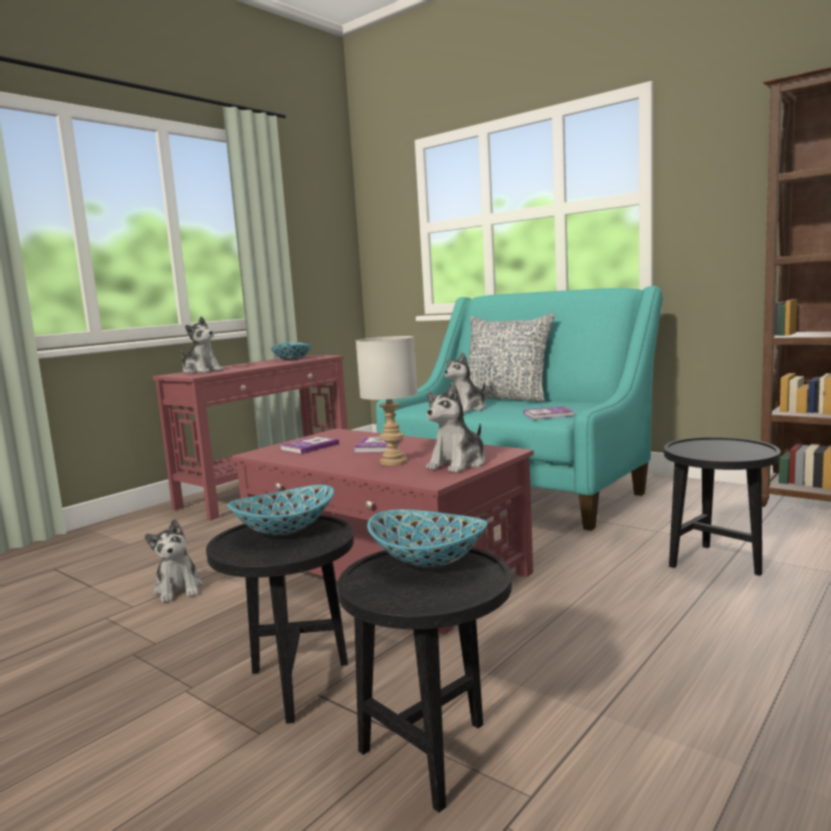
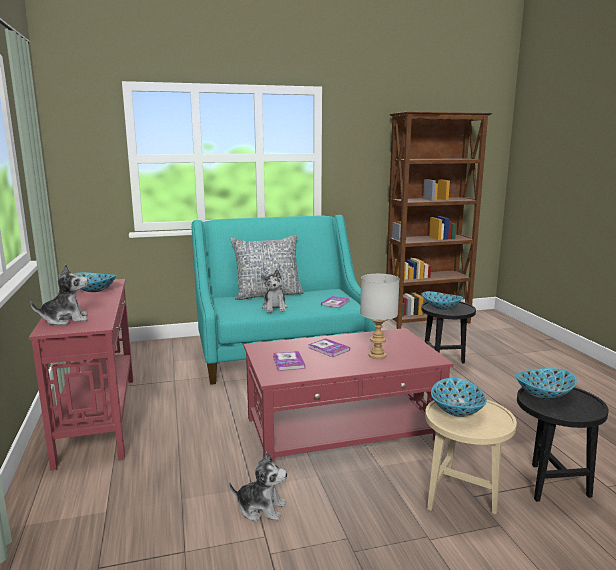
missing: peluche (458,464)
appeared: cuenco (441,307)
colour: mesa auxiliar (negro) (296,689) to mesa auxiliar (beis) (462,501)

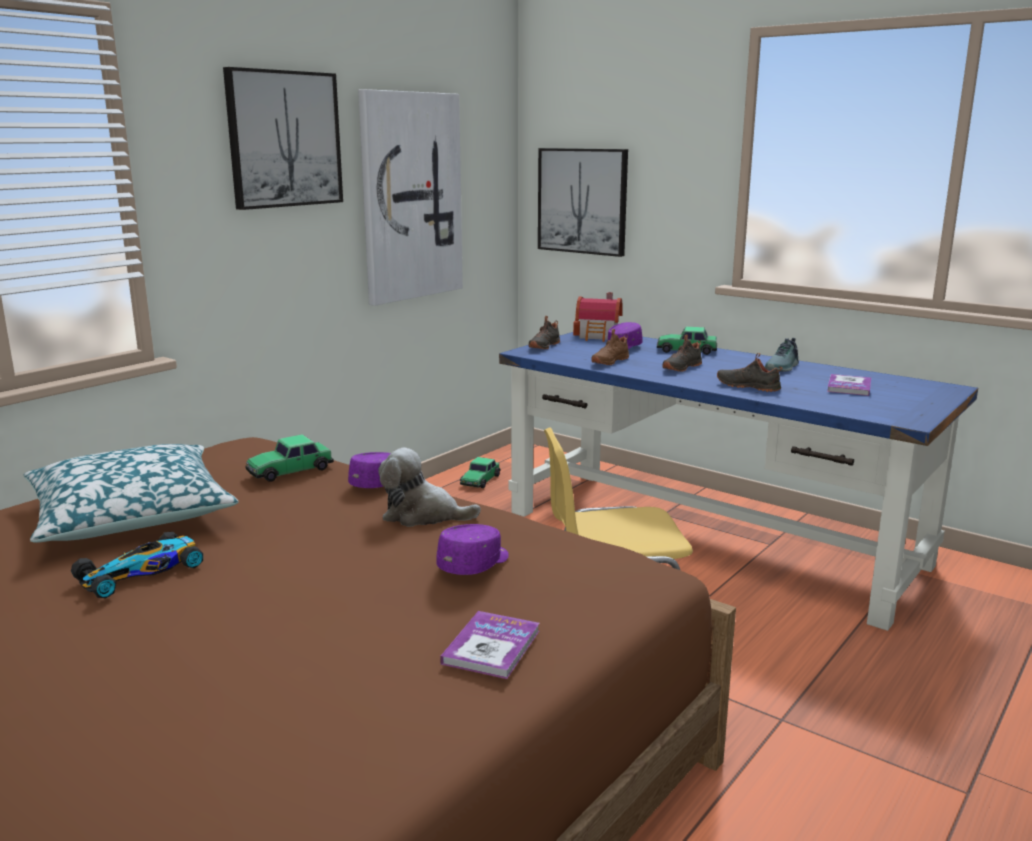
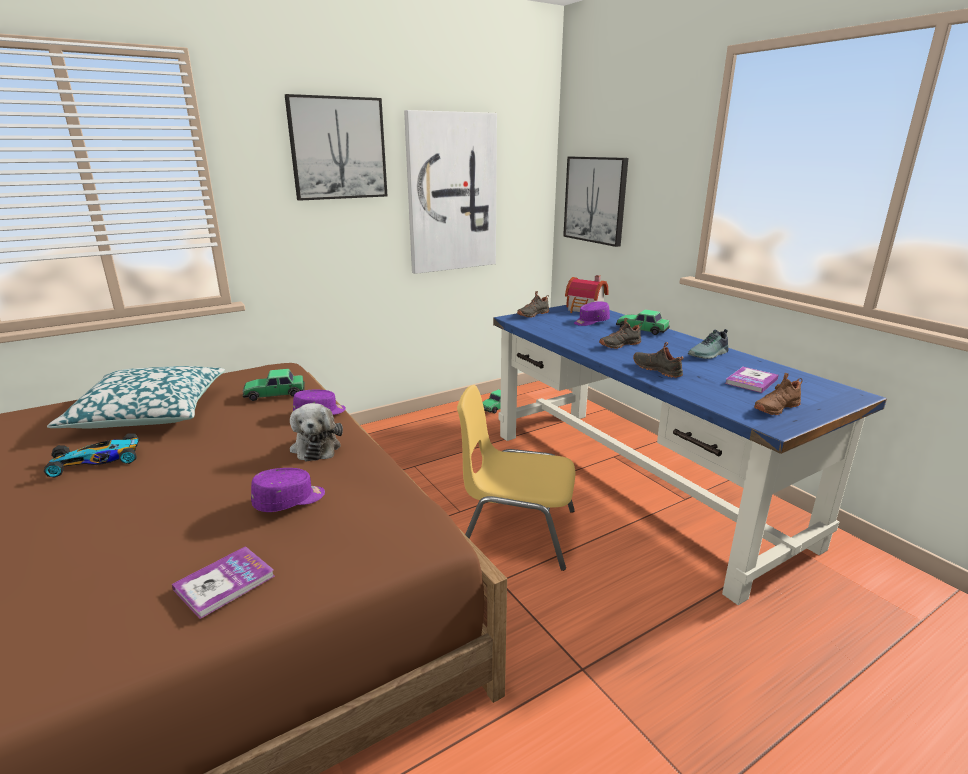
relocated: zapato (marrón) (609,361) to (775,407)
spun: peluche (423,515) = (316,446) 135 degrees counterclockwise

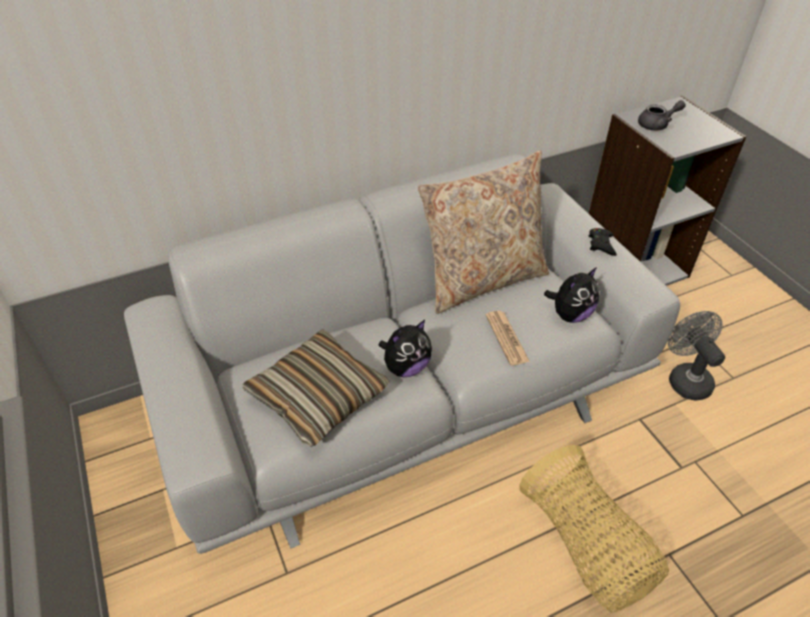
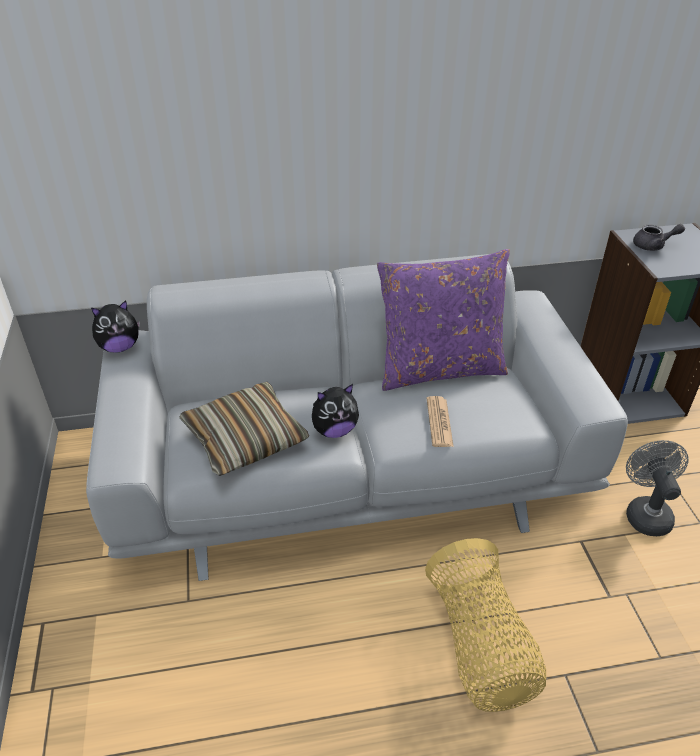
missing: mando de consola (negro) (601,244)
relocated: peluche (570,314) to (120,347)
colour: cojín (beis) (482,279) to cojín (morado) (440,368)

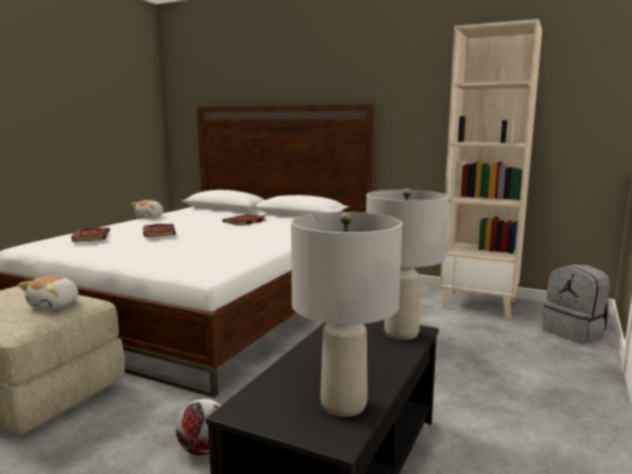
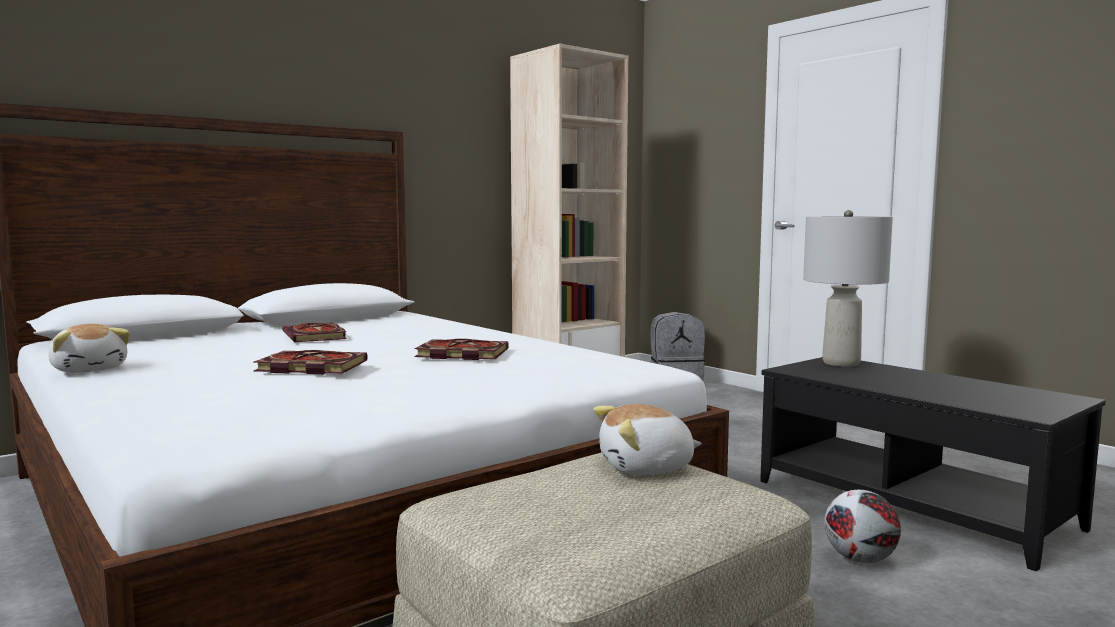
missing: lámpara de mesa (gris) (344,404)
relocated: libro (90,236) to (459,354)
spun: peluche (55,305) = (647,468) 120 degrees clockwise

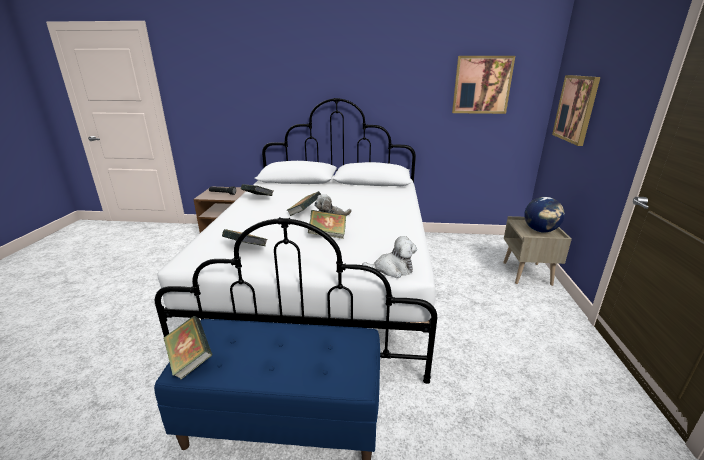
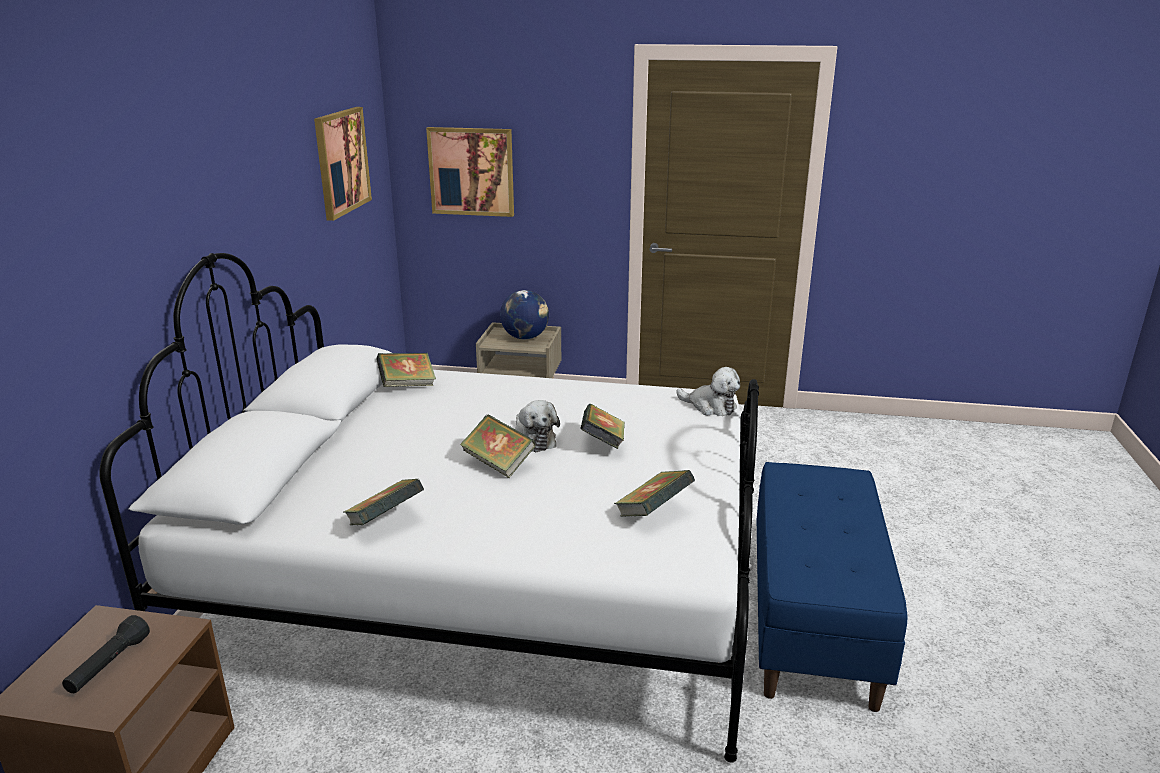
relocated: libro (190,359) to (407,385)
spun: peluche (392,269) = (710,406) 120 degrees clockwise

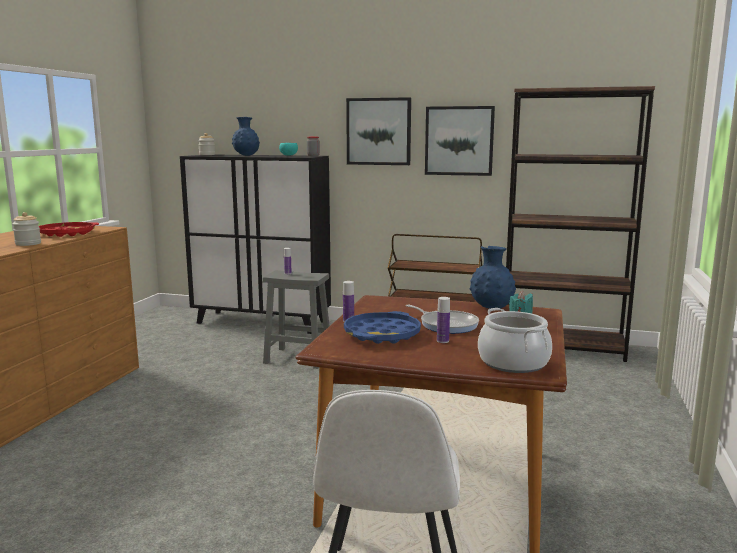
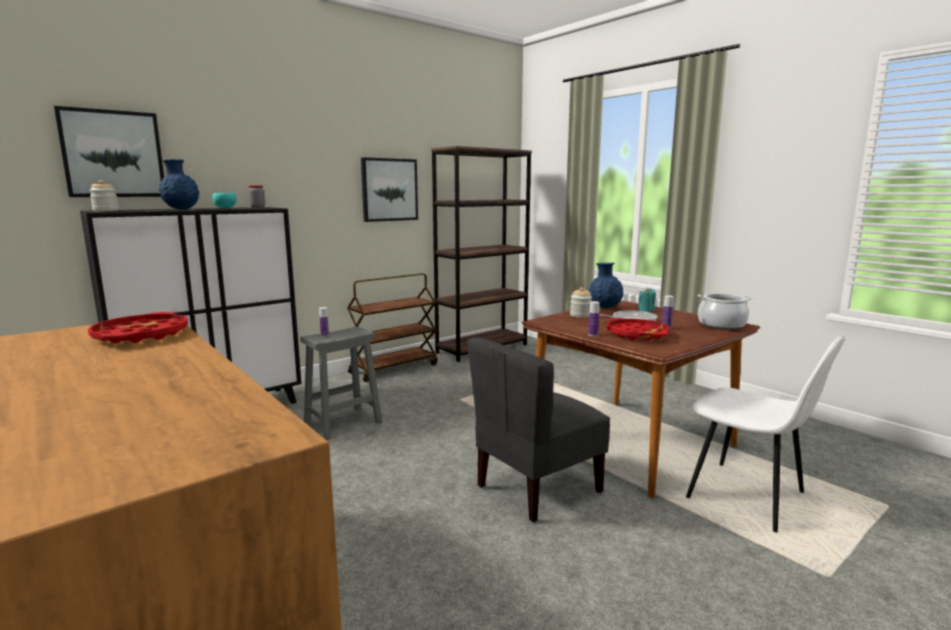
appeared: silla (gris) (537,488)
relocated: cuadro (379,131) to (113,154); tarro (28,244) to (580,315)
colour: bandeja (azul) (382,334) to bandeja (rojo) (637,334)

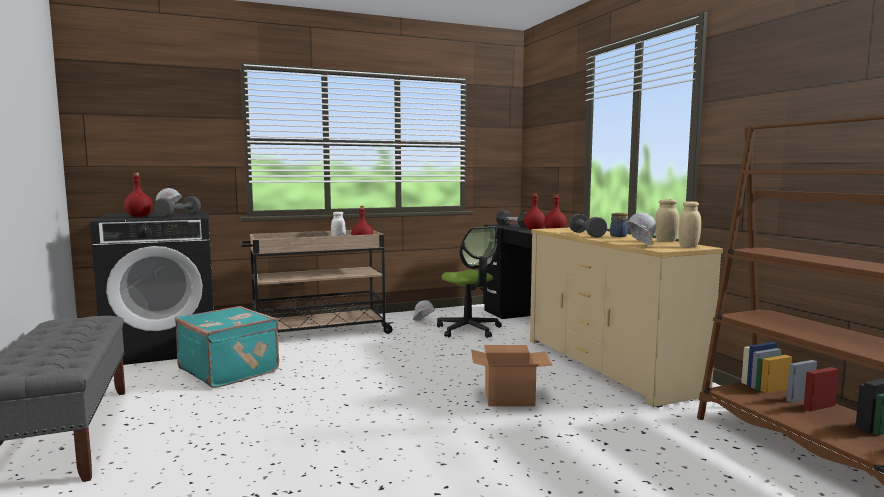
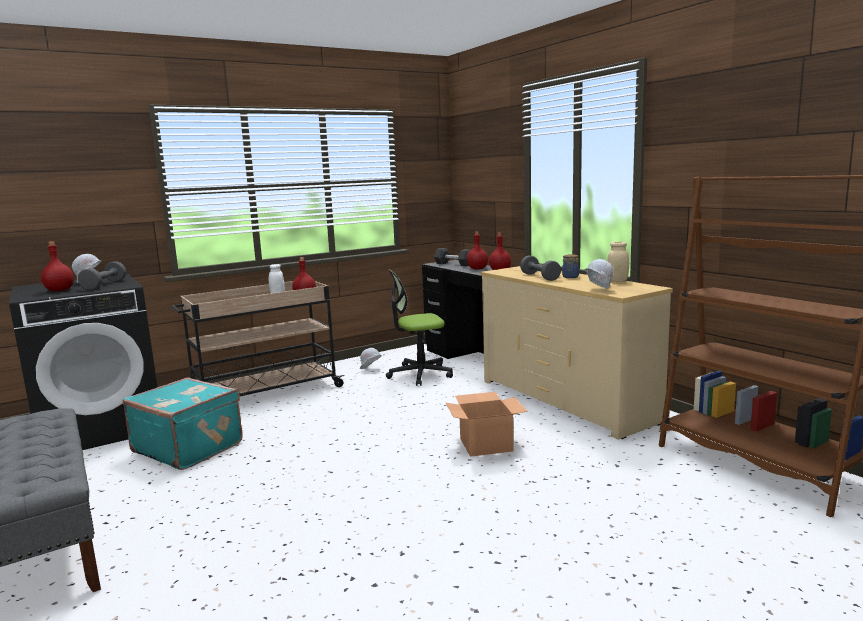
missing: tarro (beis) (688,246)
spun: silla de oficina (469,329) = (419,374) 120 degrees clockwise

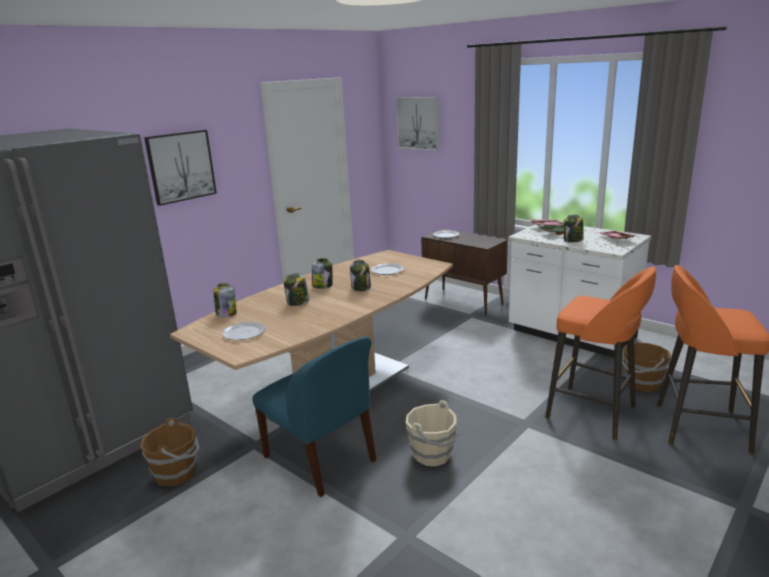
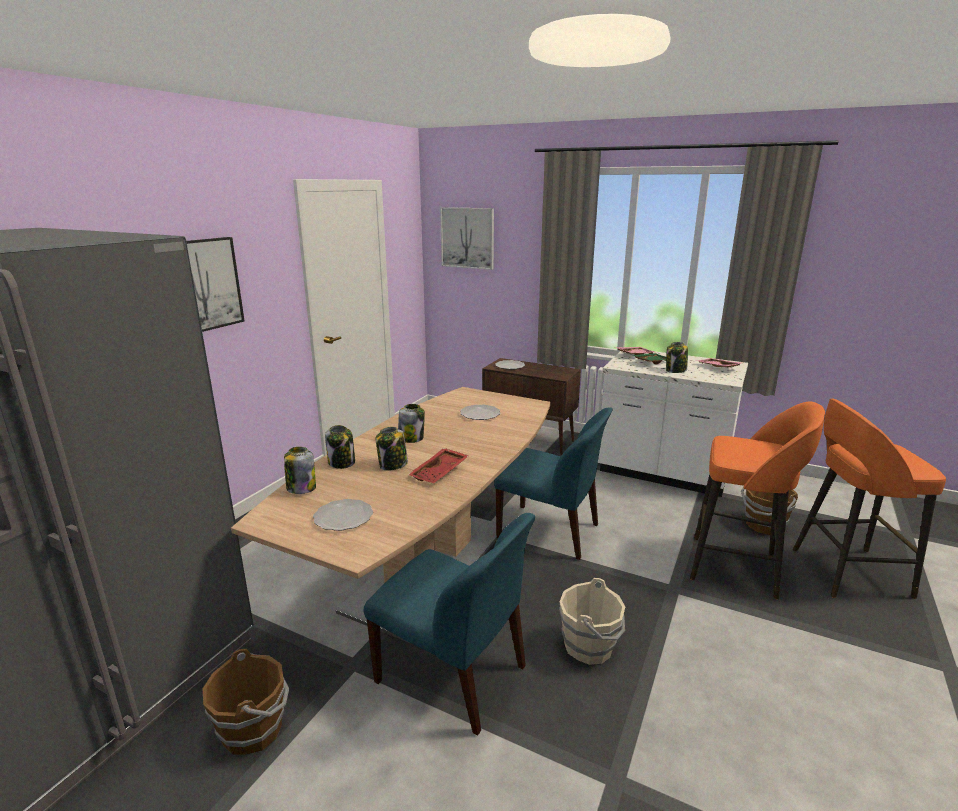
appeared: silla (azul) (550,532); bandeja (rojo) (440,473)
relocated: tarro (361,288) to (342,463)

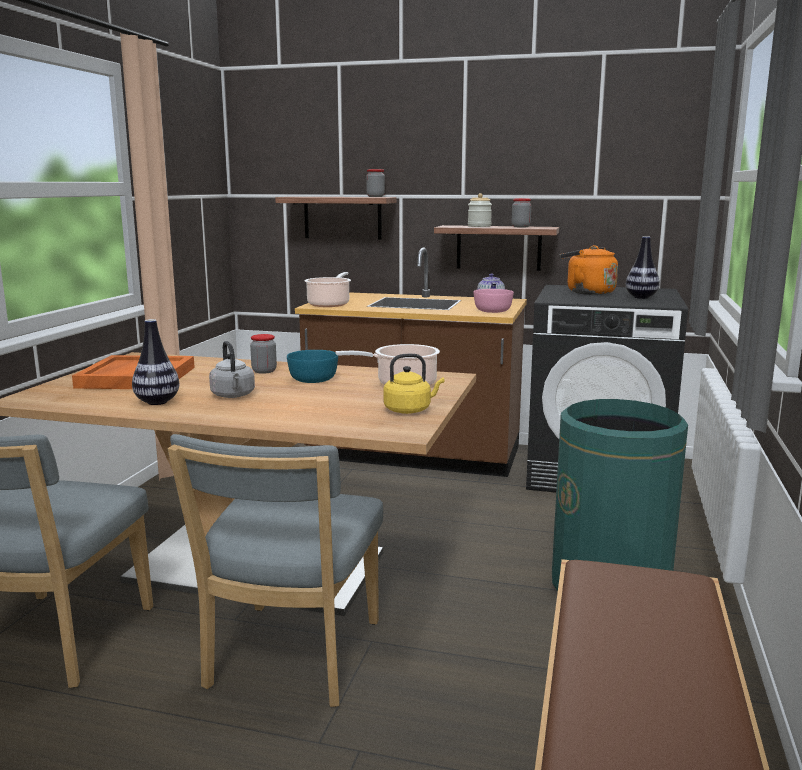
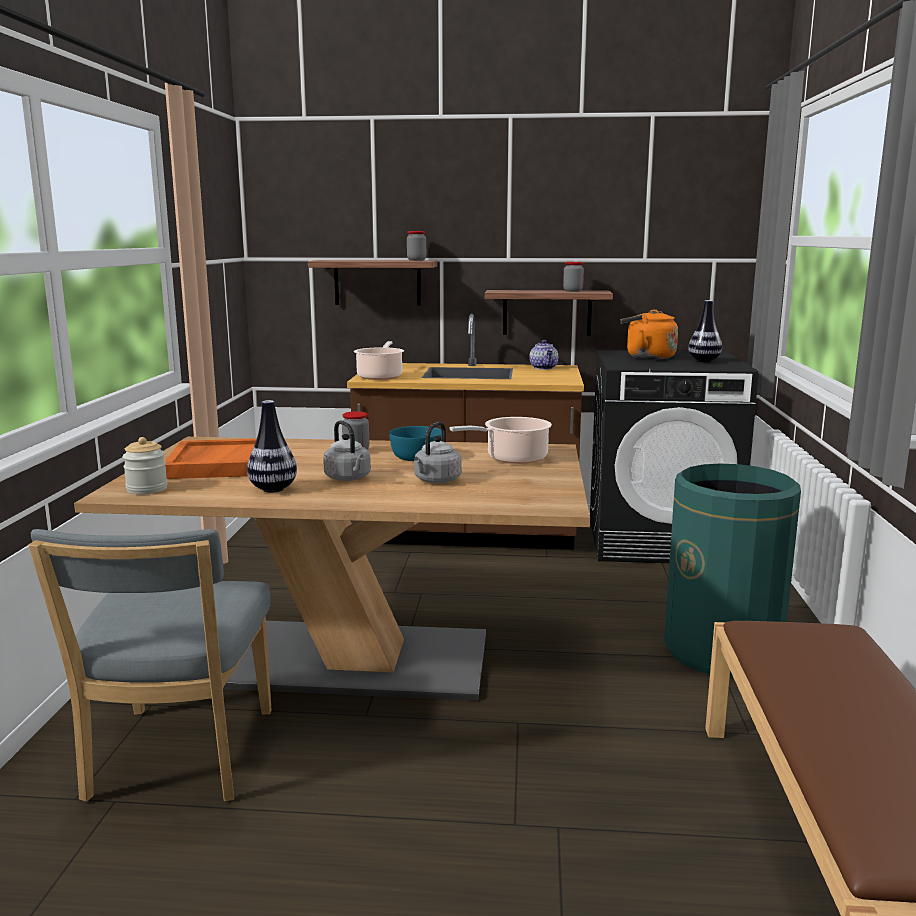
missing: cuenco (rosa) (493,311); hervidor (amarillo) (410,410); silla (gris) (290,659)
appeared: hervidor (gris) (436,481)
relocated: tarro (479,226) to (147,489)

